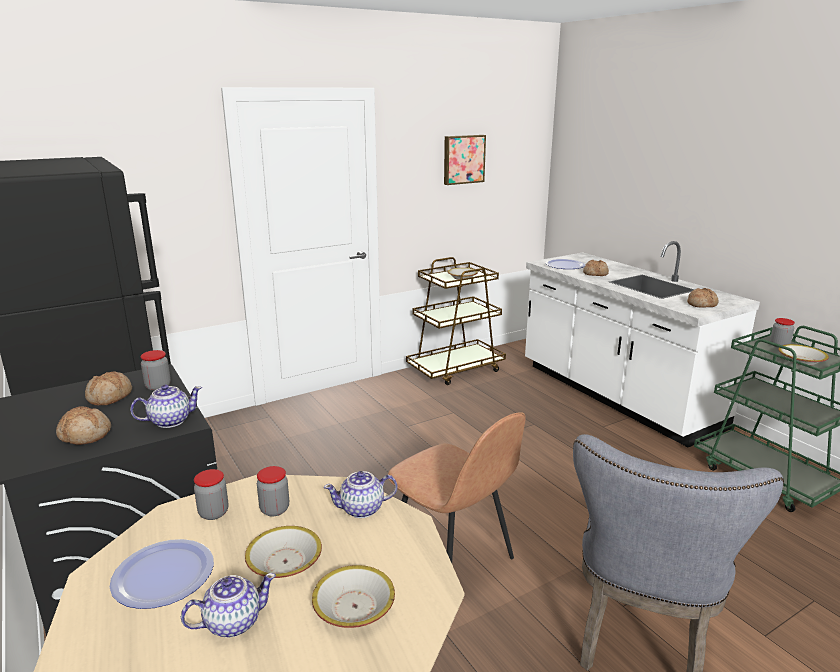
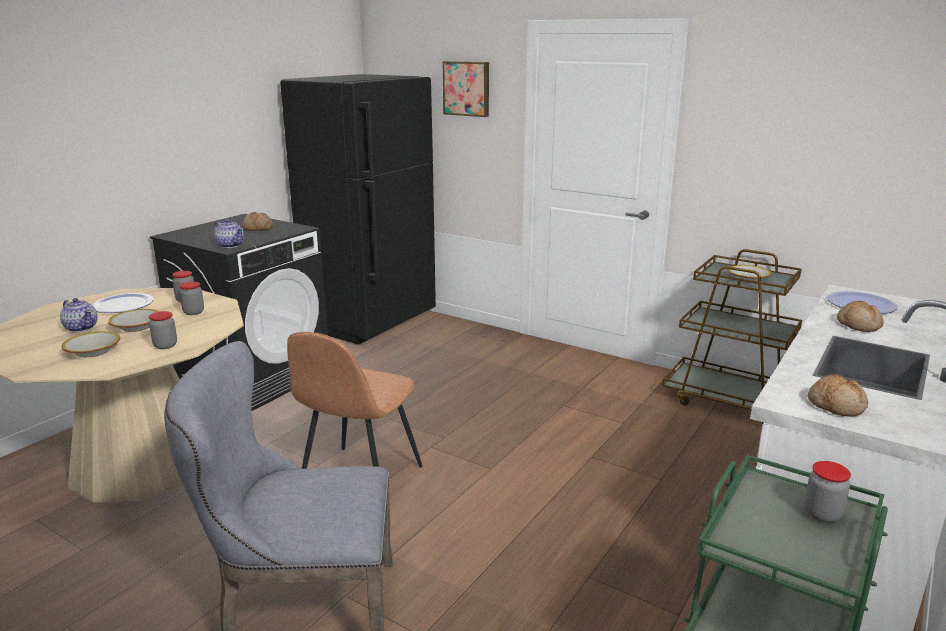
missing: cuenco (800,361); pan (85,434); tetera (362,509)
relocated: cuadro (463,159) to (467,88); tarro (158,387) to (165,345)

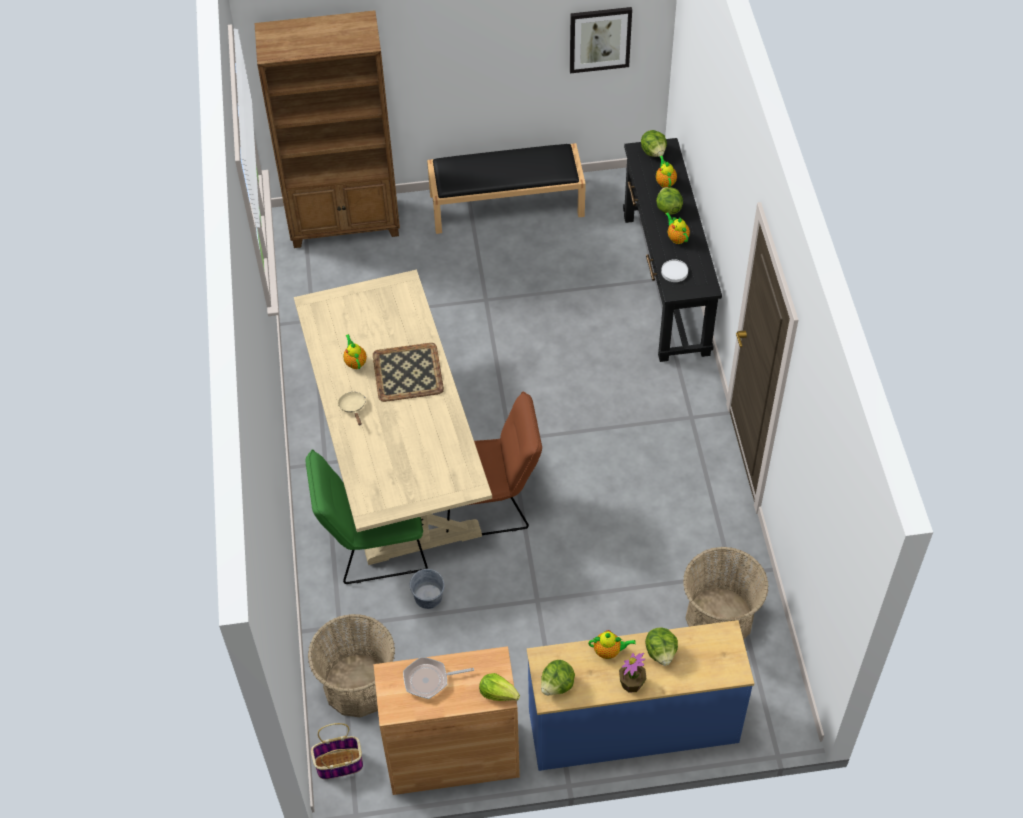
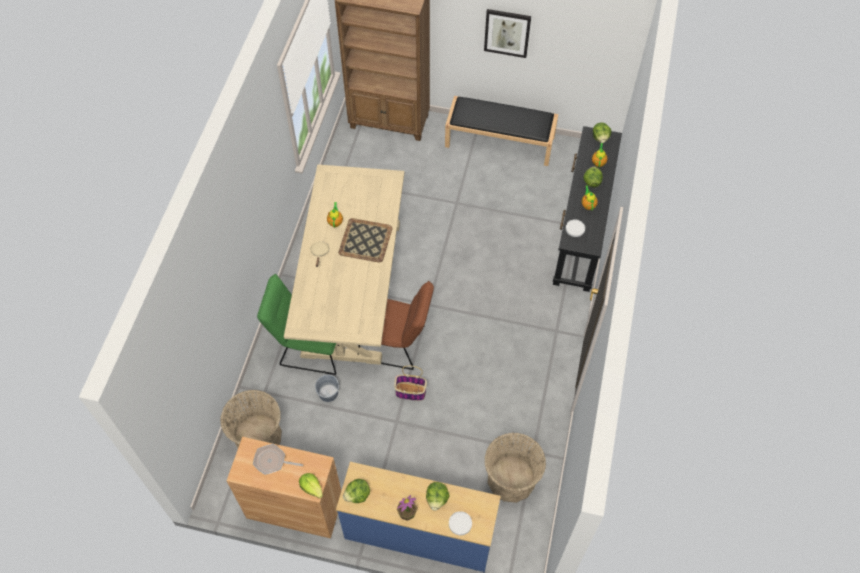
missing: tetera (609,651)
appeared: plato (blanco) (460,523)
relocated: cuadro (600,39) to (507,32); cesta (338,764) to (410,392)

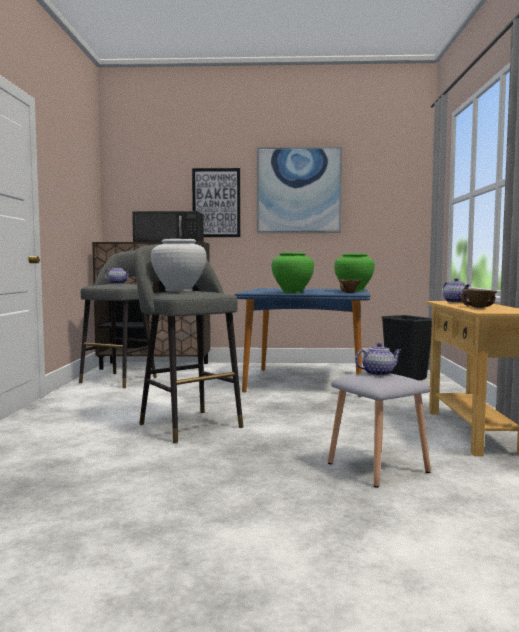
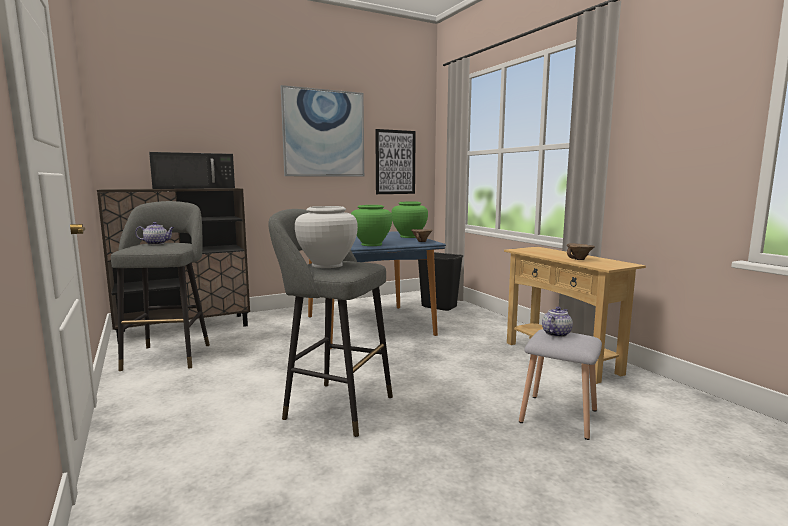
missing: tetera (456,302)
relocated: cuadro (216,203) to (395,162)

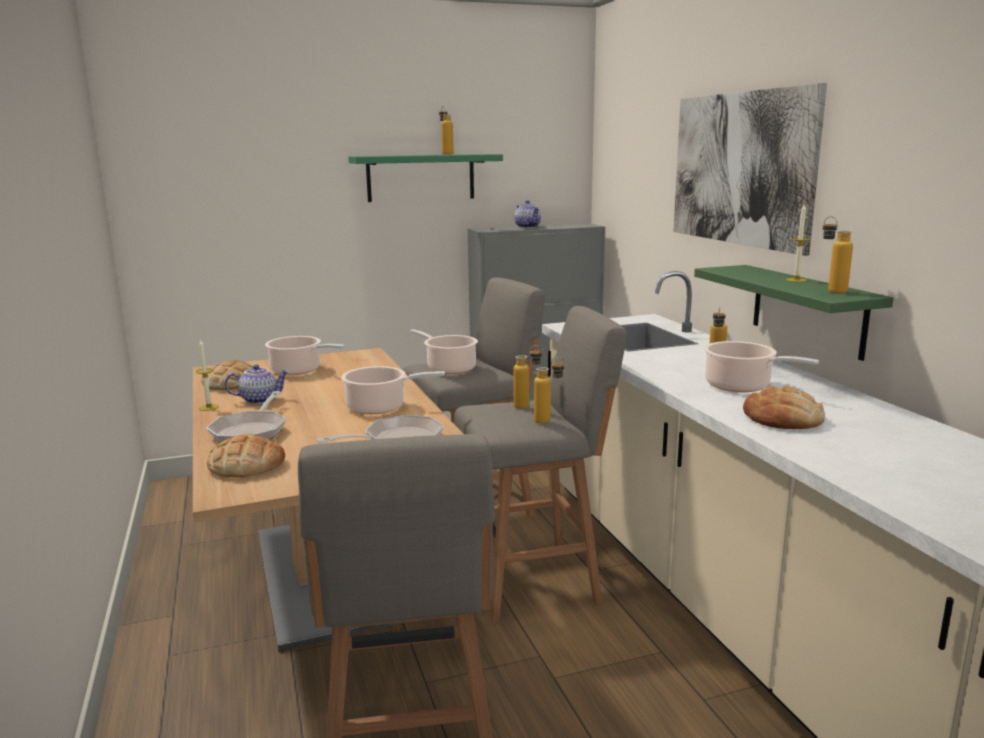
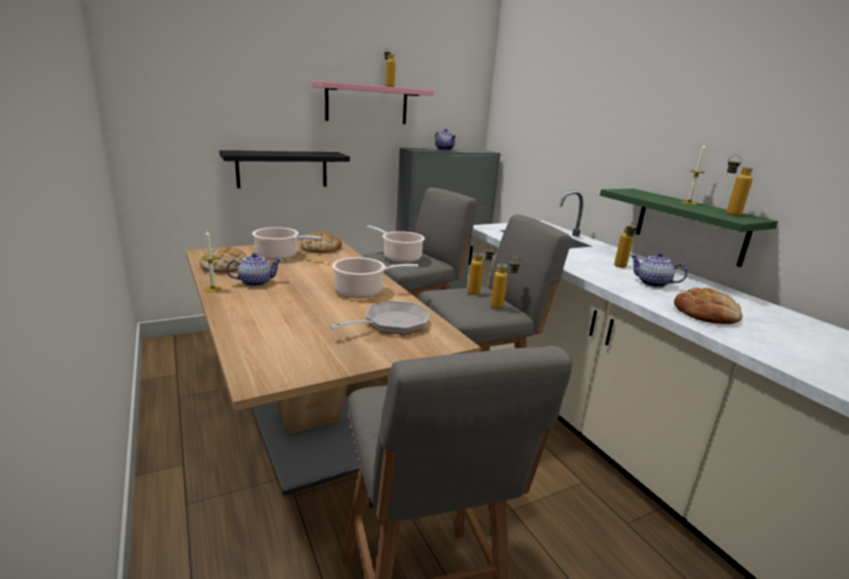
missing: cuadro (740,168); sartén (251,431)
appeared: estante (negro) (282,169)
relocated: pan (247,465) to (321,248)
exchanged: olla (741,386) to tetera (652,284)
colour: estante (verde) (421,177) to estante (rosa) (367,104)

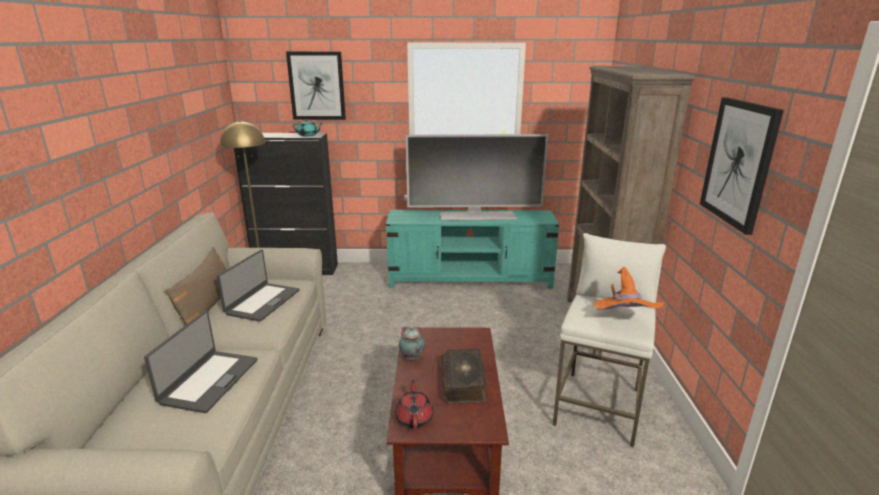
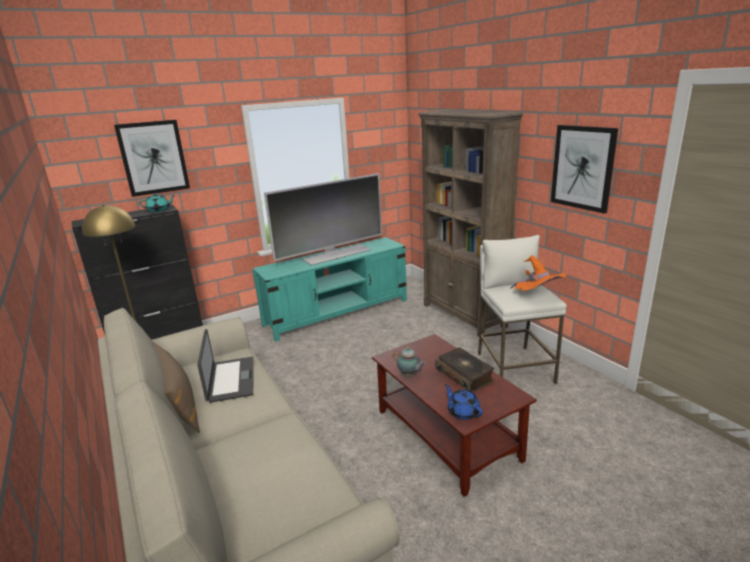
missing: portátil (209,381)
colour: tetera (rojo) (414,418) to tetera (azul) (463,412)

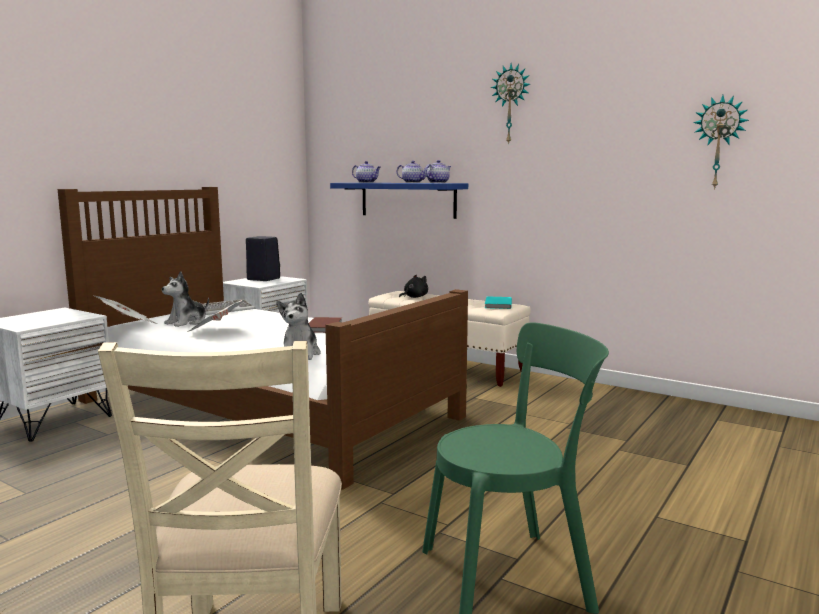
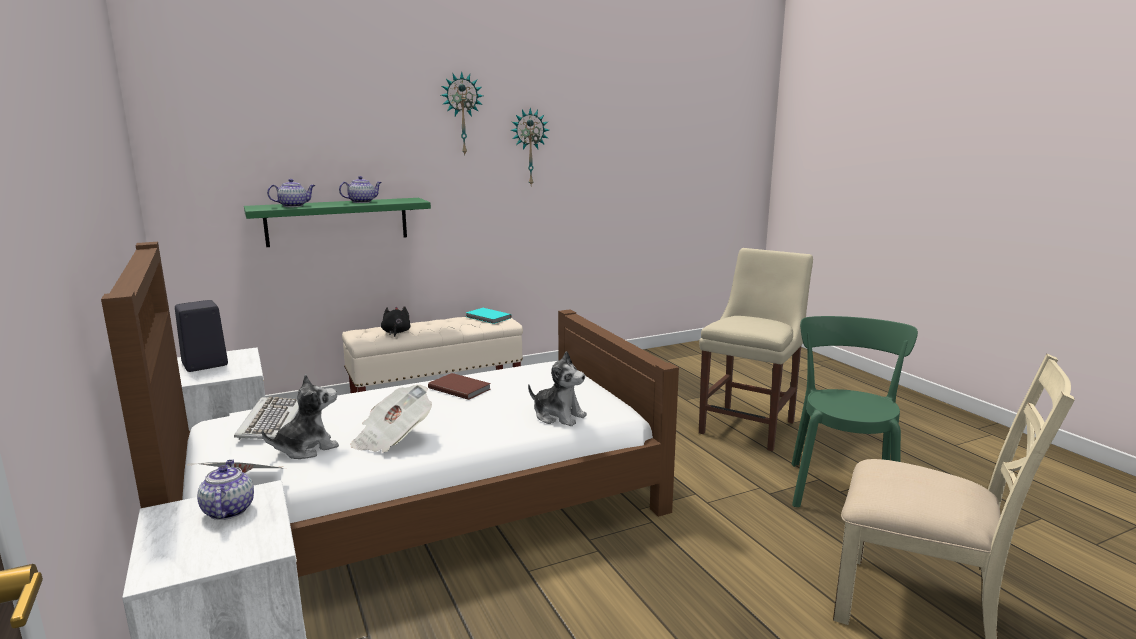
appeared: silla (beis) (749,425)
relocated: reloj de pared (719,142) to (529,147); tetera (438,183) to (228,510)
colour: estante (azul) (407,199) to estante (verde) (337,221)
spun: peluche (187,322) = (306,448) 105 degrees counterclockwise

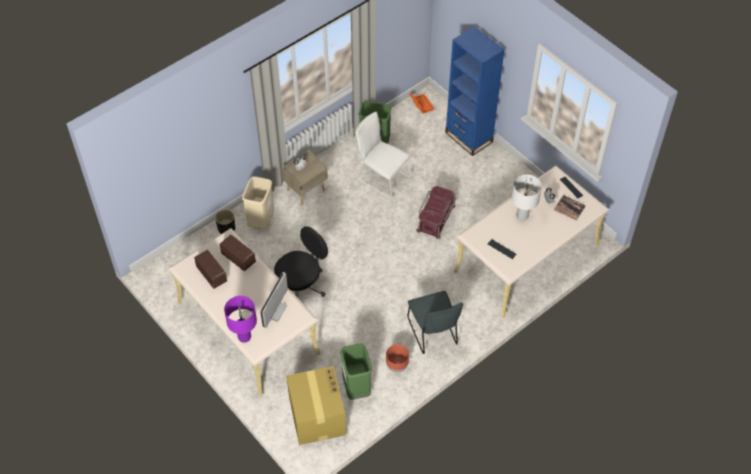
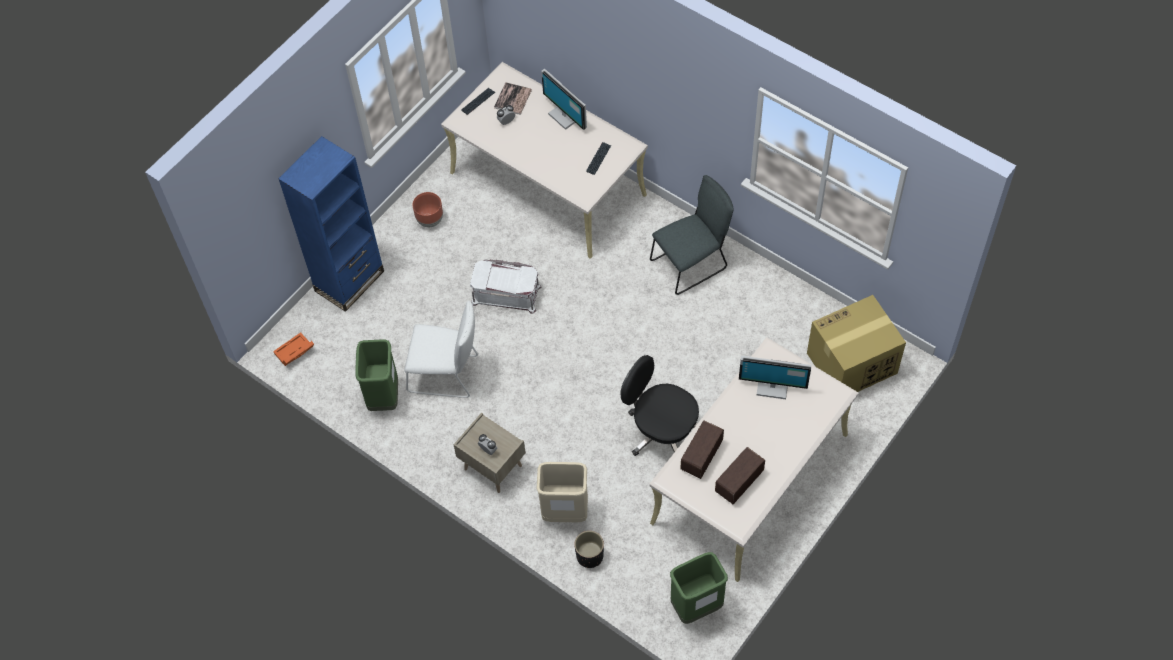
missing: lámpara de mesa (blanco) (522,216); lámpara de mesa (morado) (244,337)
appeared: monitor (565,115)
relocated: papelera (verde) (356,388) to (696,606); maceta (marrón) (397,365) to (430,220)
colour: caja de almacenaje (rojo) (436,218) to caja de almacenaje (blanco) (506,293)
spun: silla (blanco) (382,177) = (447,374) 105 degrees counterclockwise

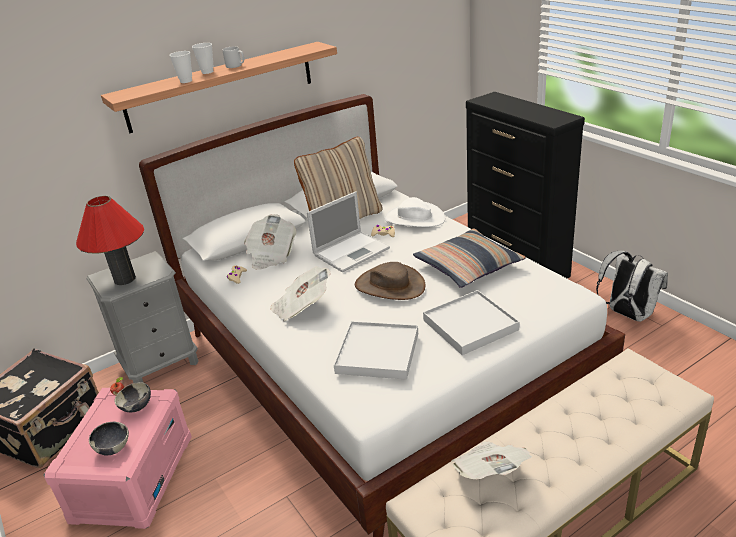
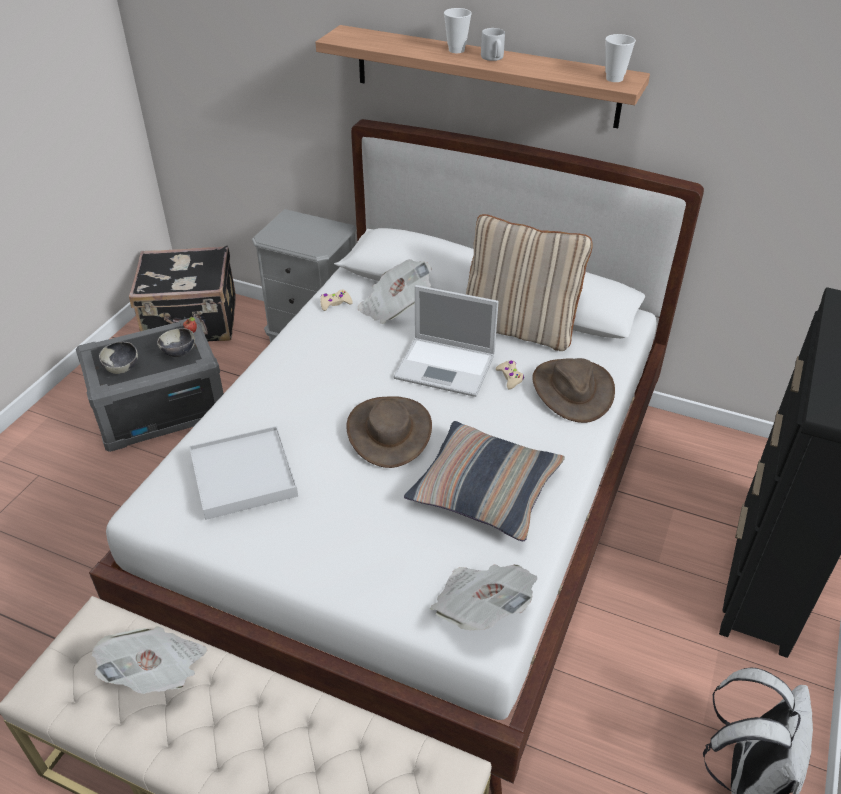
missing: lámpara de mesa (rojo) (125,279); bandeja (blanco) (470,325)
relocated: taza (186,81) to (614,79); periódico (302,307) to (481,608)
colour: sombrero (blanco) (414,219) to sombrero (marrón) (572,390); caja de almacenaje (rosa) (133,478) to caja de almacenaje (gris) (161,409)

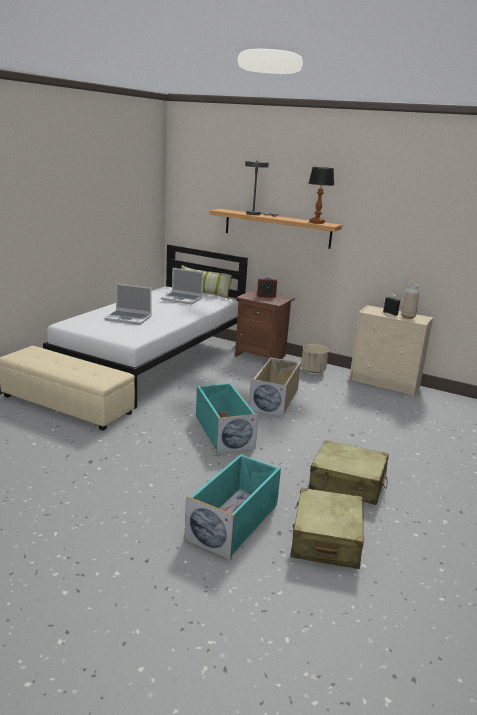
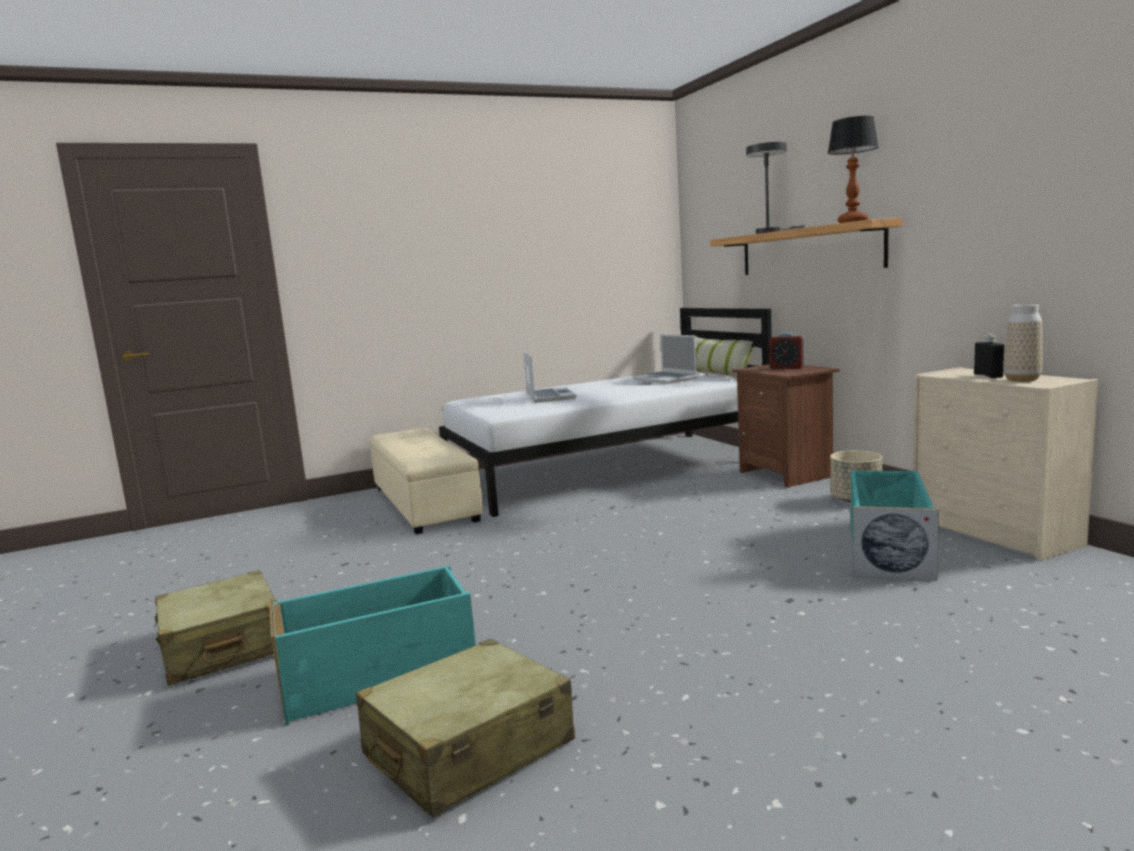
missing: caja de almacenaje (beis) (274,399)
relocated: caja de almacenaje (turquesa) (223,431) to (887,550); maleta (beis) (347,483) to (222,647)
spun: portátil (129,318) = (549,396) 150 degrees counterclockwise

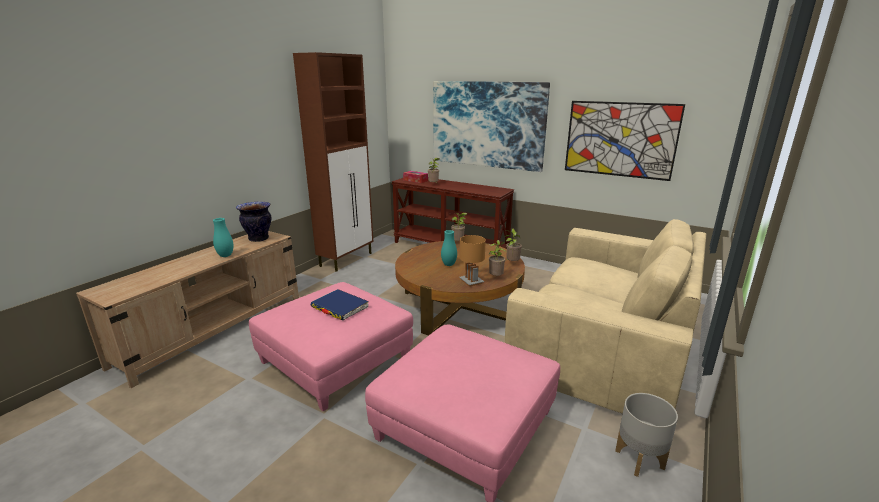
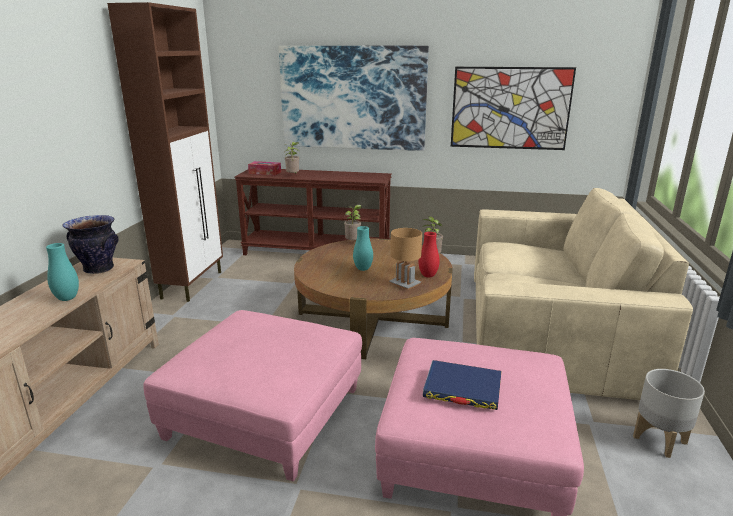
relocated: libro (azul) (340,307) to (462,388)
exchanged: planta en maceta (496,277) to florero (rojo) (428,275)

